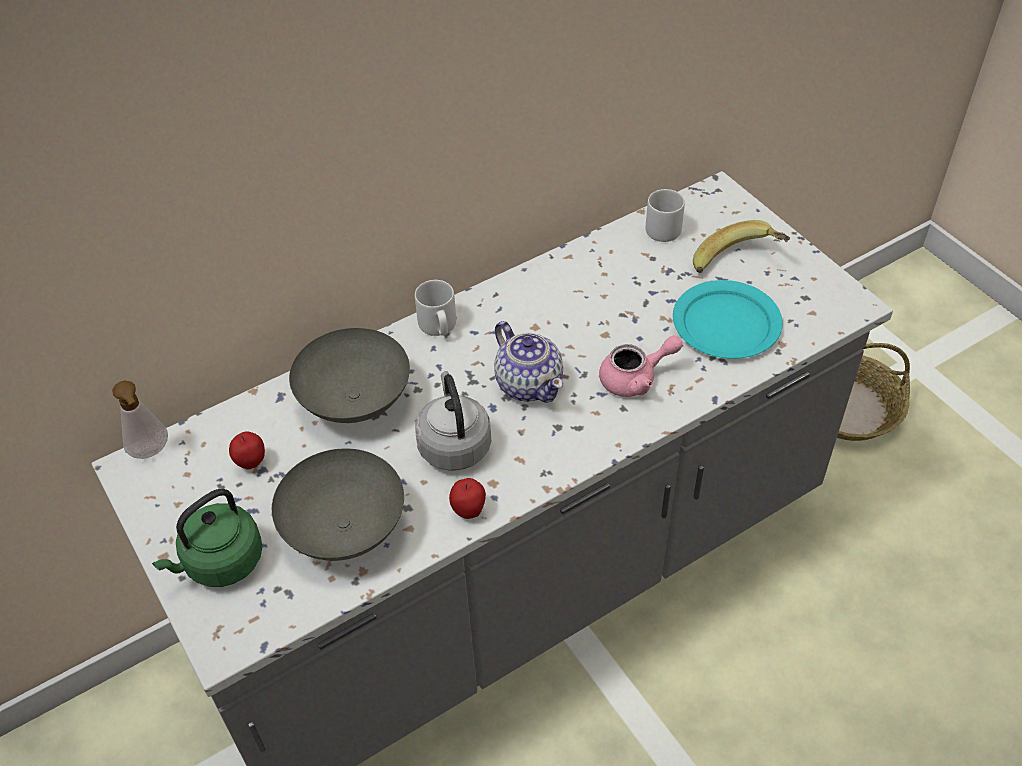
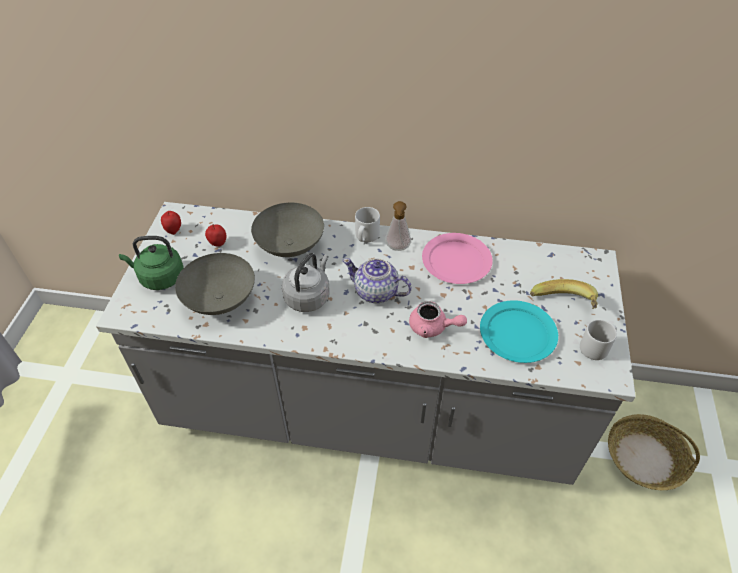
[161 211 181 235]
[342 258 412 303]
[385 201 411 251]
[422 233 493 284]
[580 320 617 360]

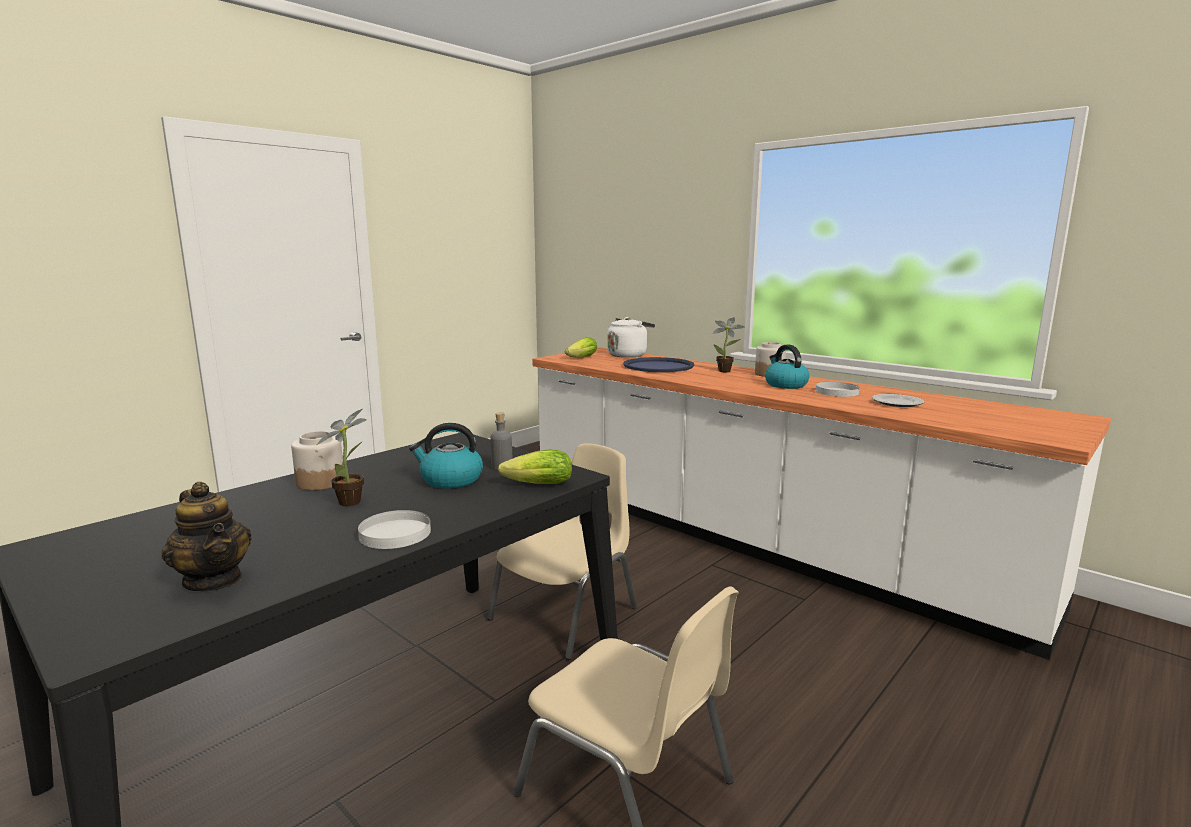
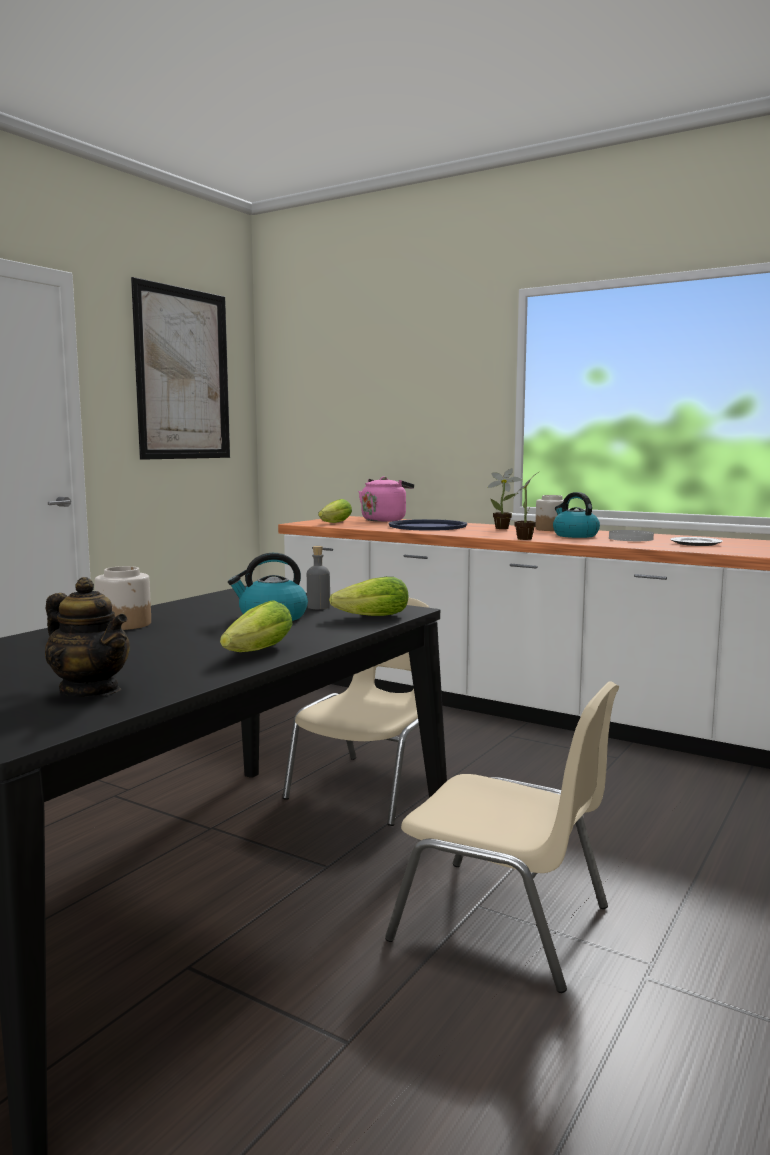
[131 277 230 460]
[220 600 293 652]
[358 477 414 522]
[513 471 540 540]

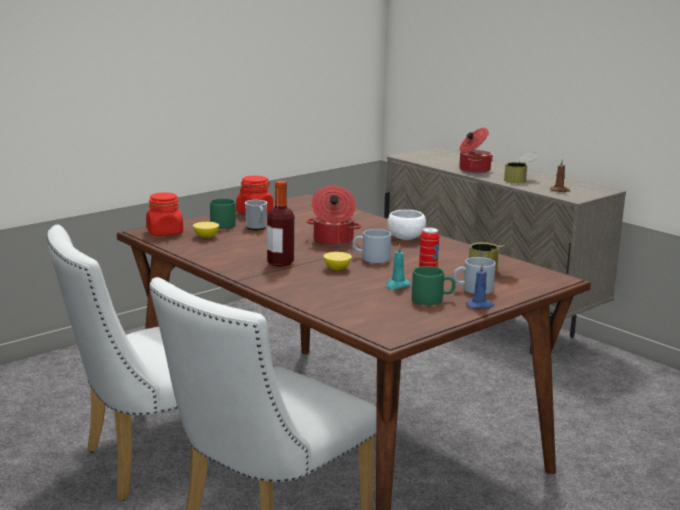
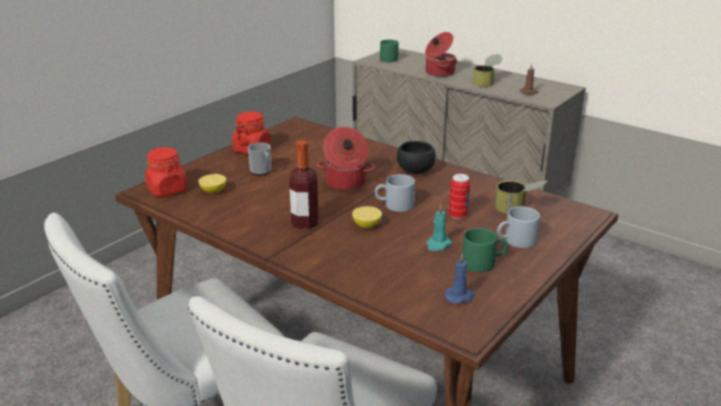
[380 40 399 62]
[397 141 436 174]
[444 253 475 304]

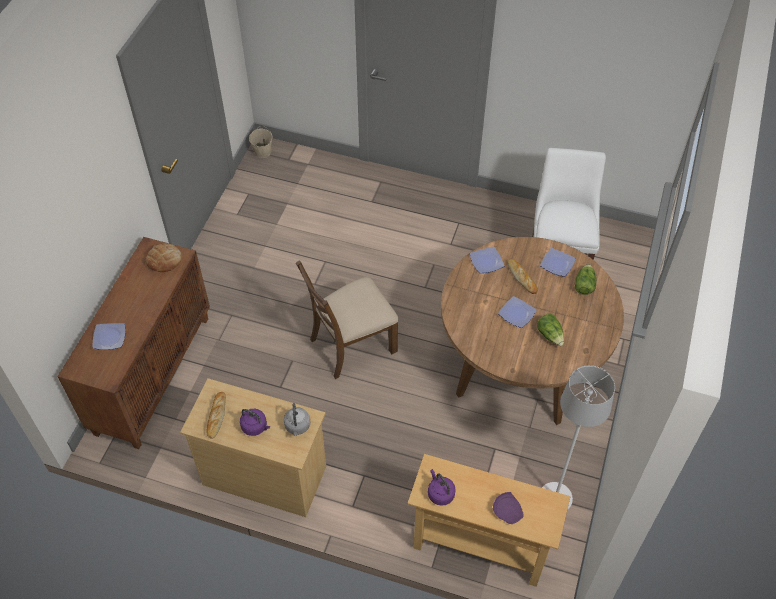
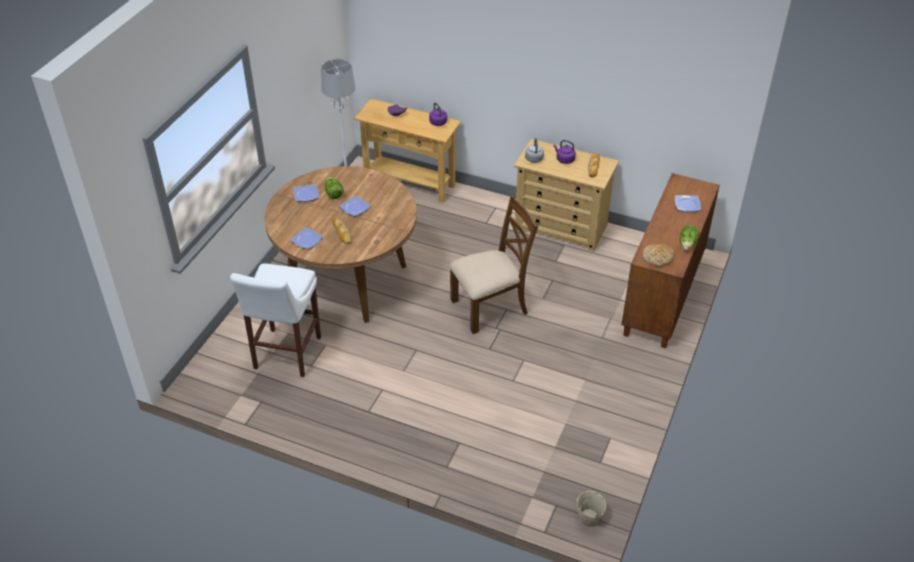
[293 184 319 202]
[680 225 700 250]

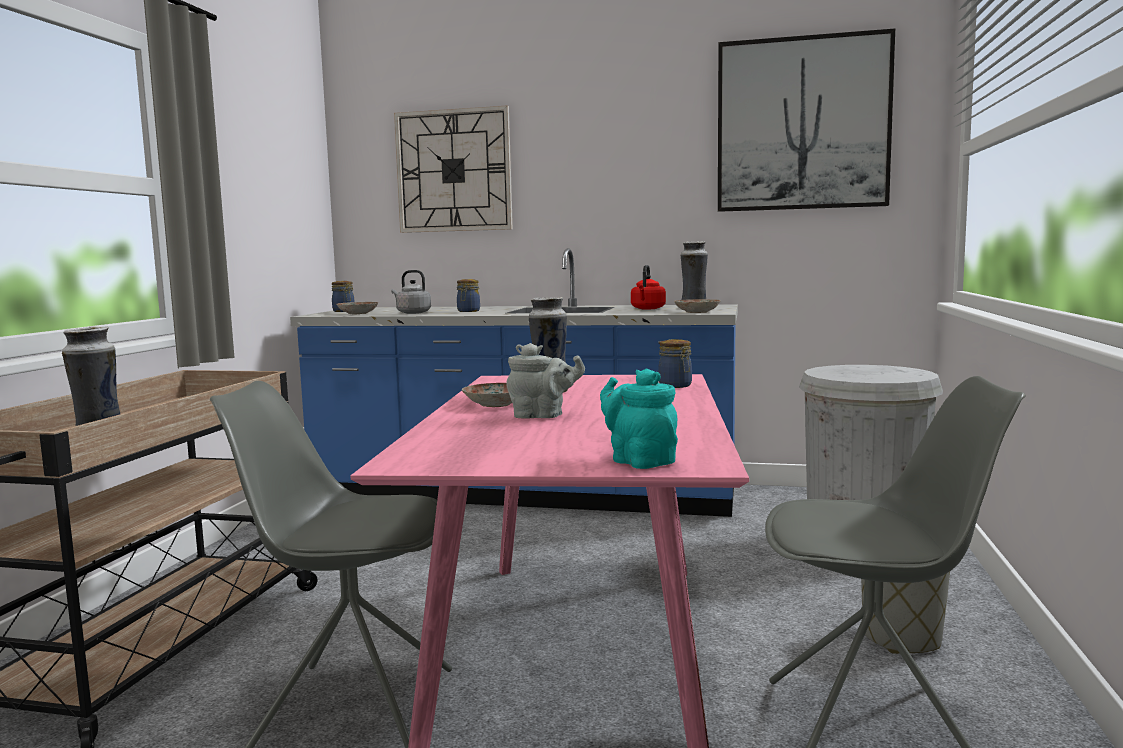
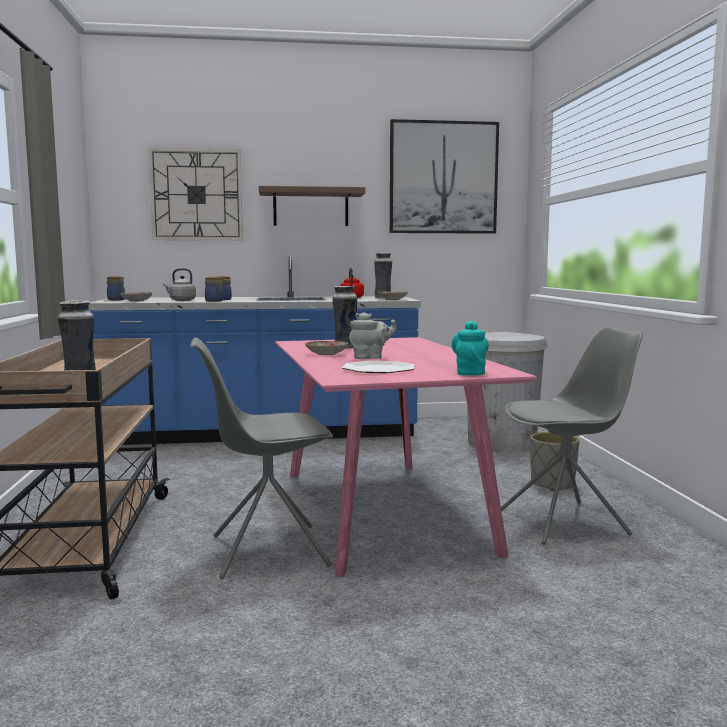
[205 277 223 302]
[259 186 366 226]
[342 361 415 373]
[452 321 489 375]

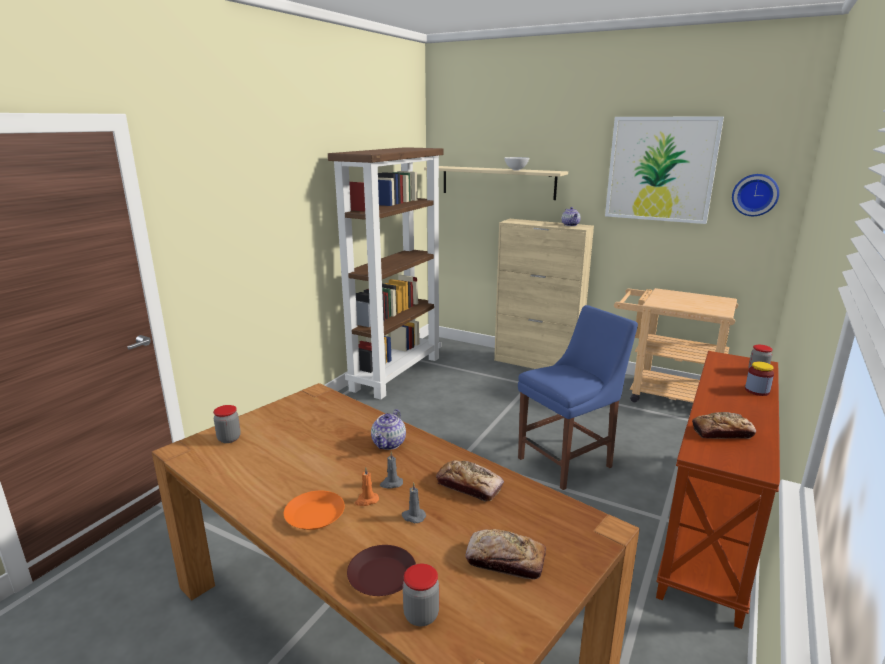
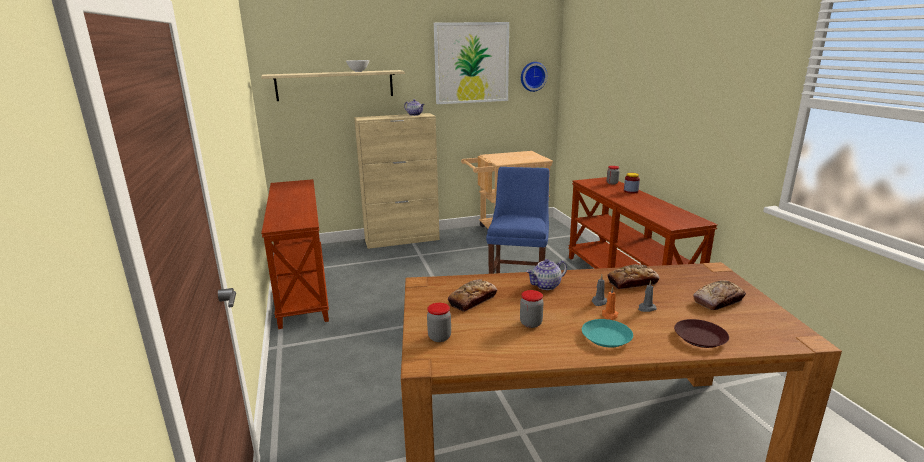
[261 179 329 329]
[448 279 497 312]
[520 290 544 328]
[526 259 567 290]
[582 319 633 348]

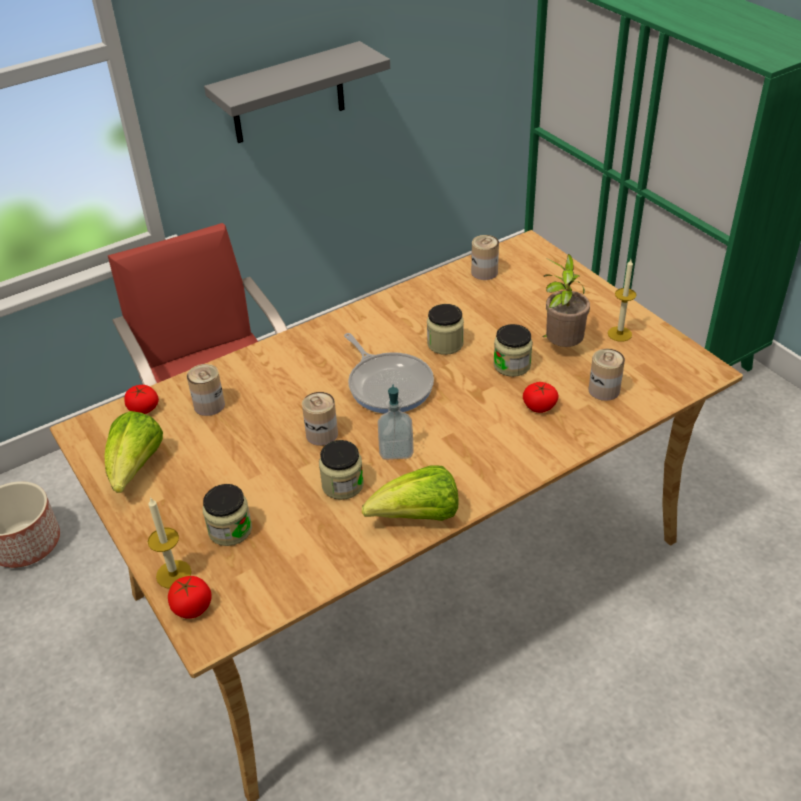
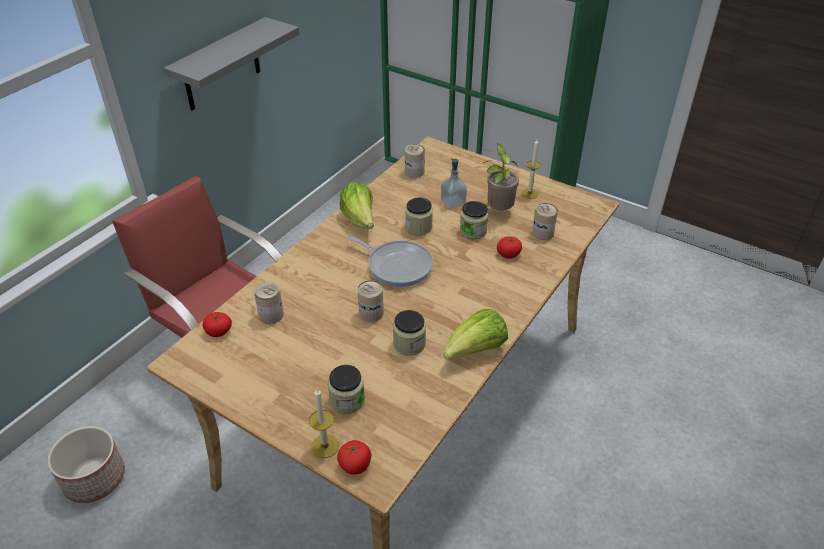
[340 182 374 229]
[441 158 467 209]

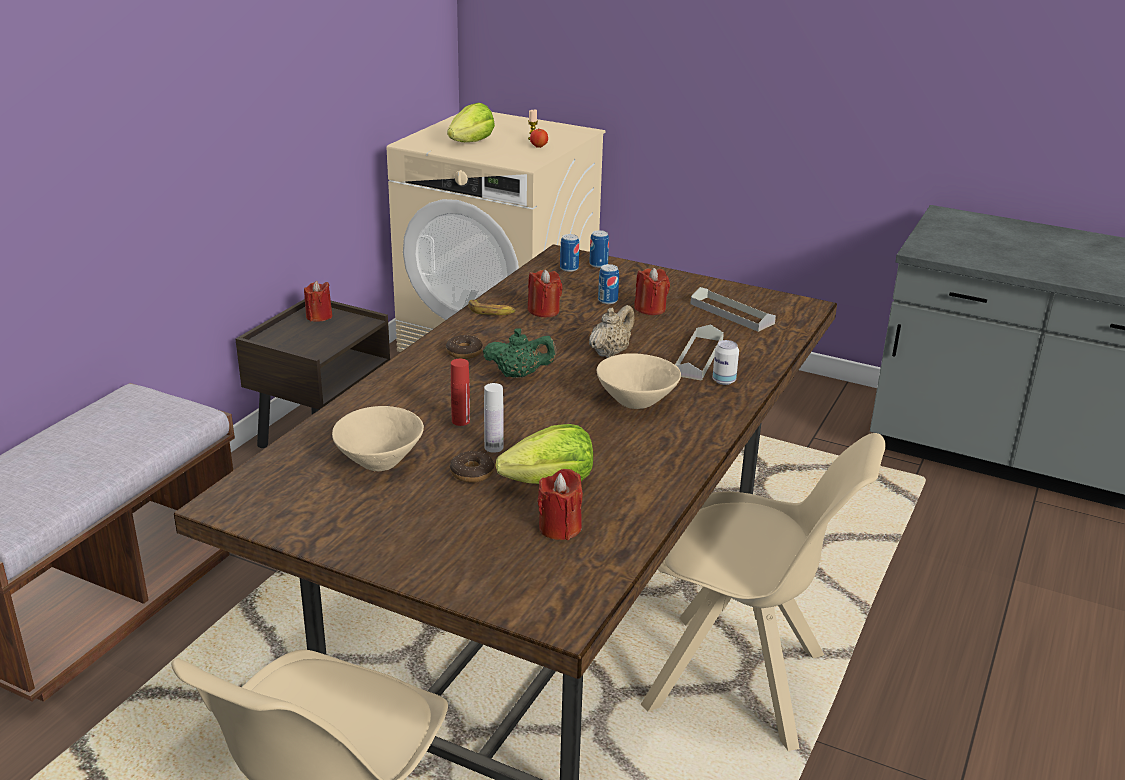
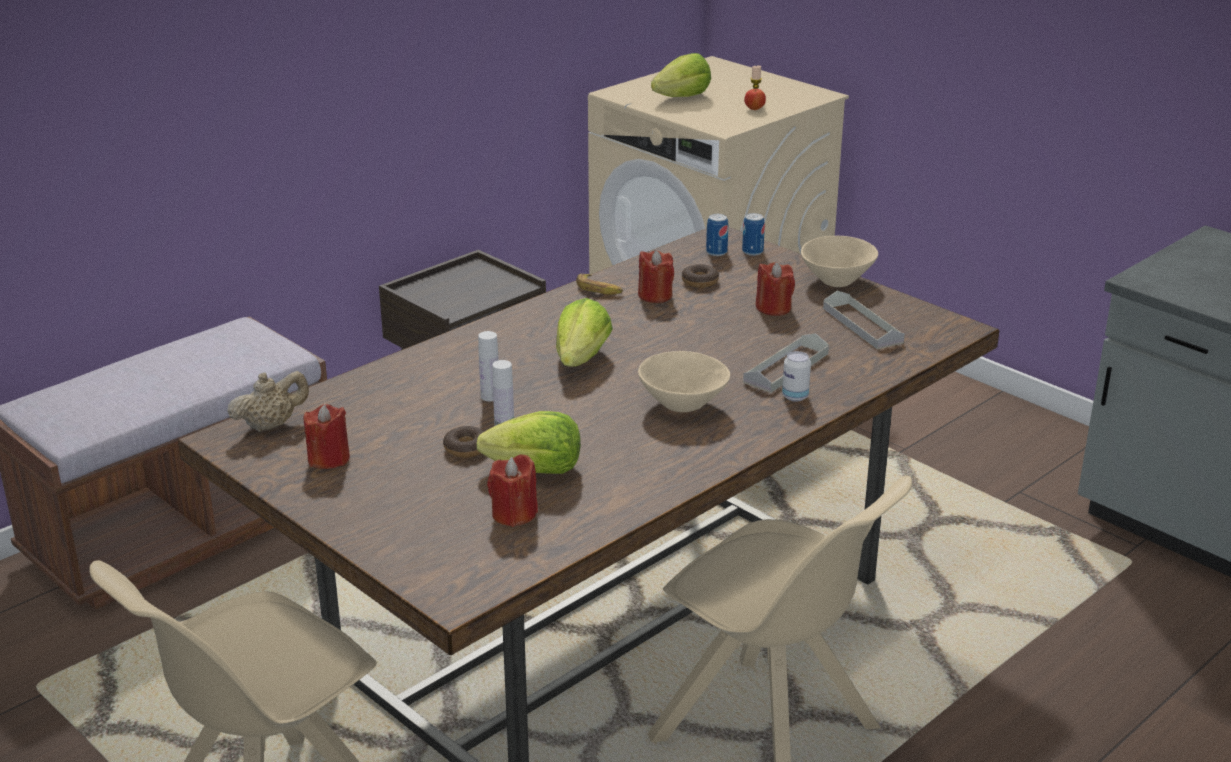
[227 371 309 432]
[304 404 350 469]
[478 331 498 401]
[556 298 613 367]
[682 264 719 288]
[801 236 878 287]
[598 264 619 304] (first image)

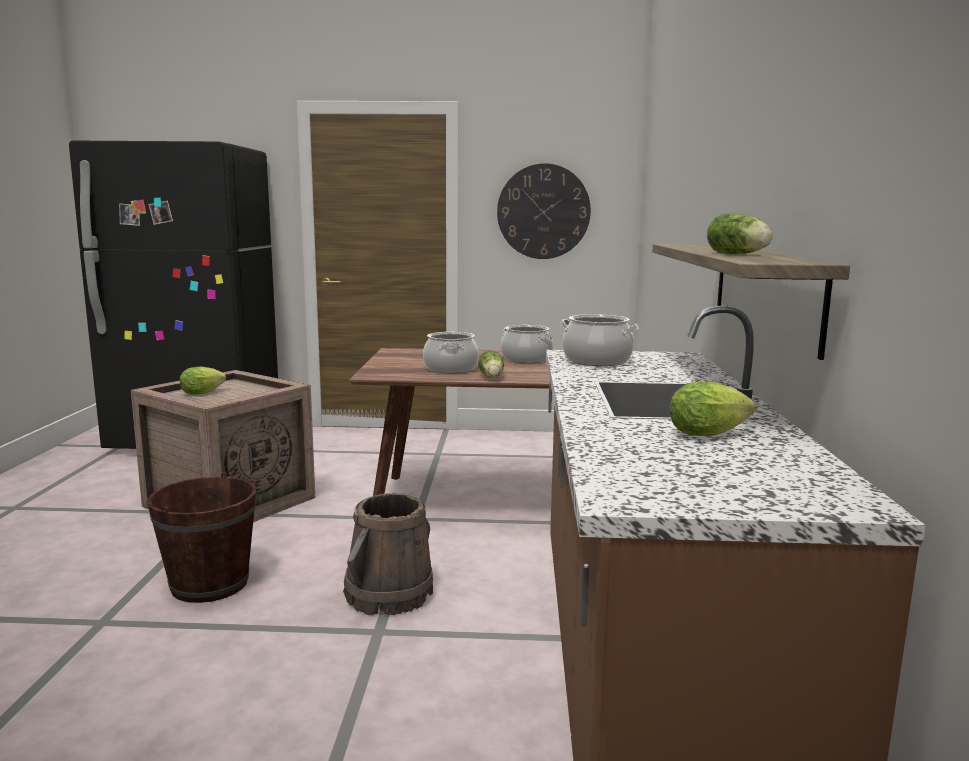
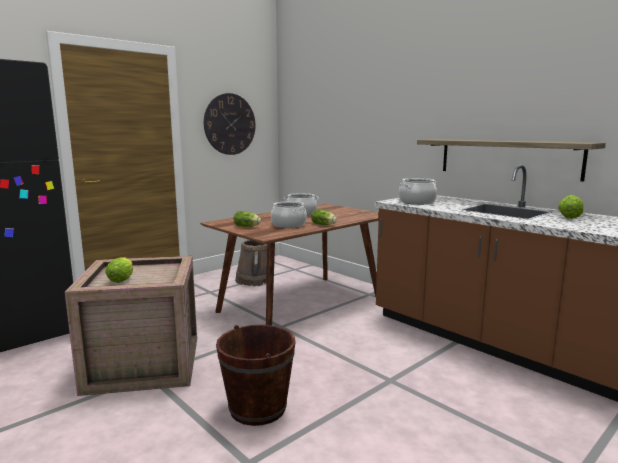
[234 211 261 227]
[235 240 267 286]

